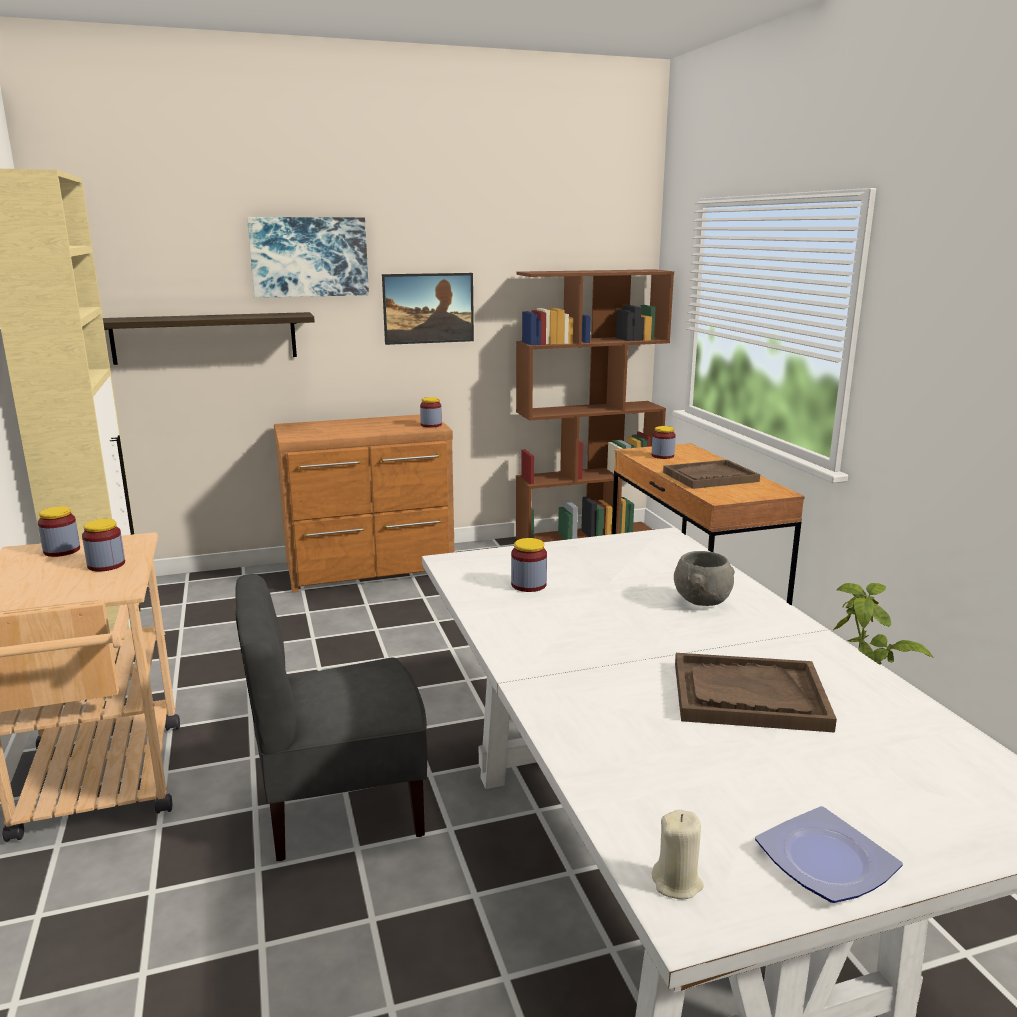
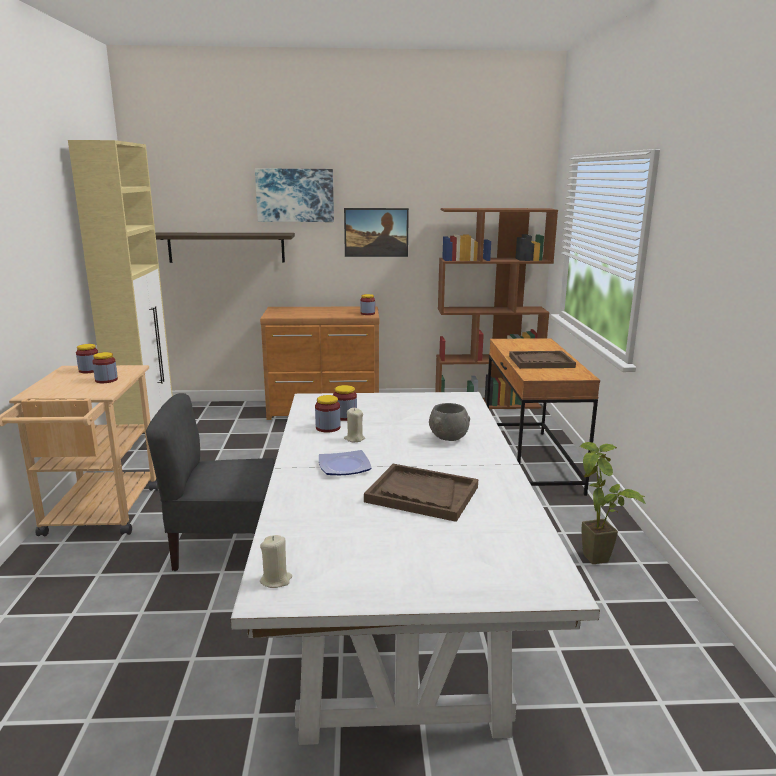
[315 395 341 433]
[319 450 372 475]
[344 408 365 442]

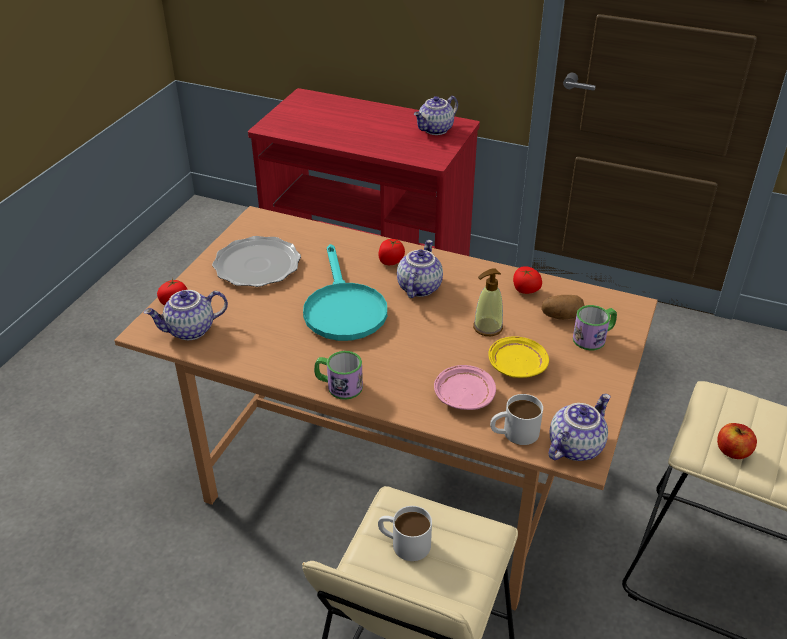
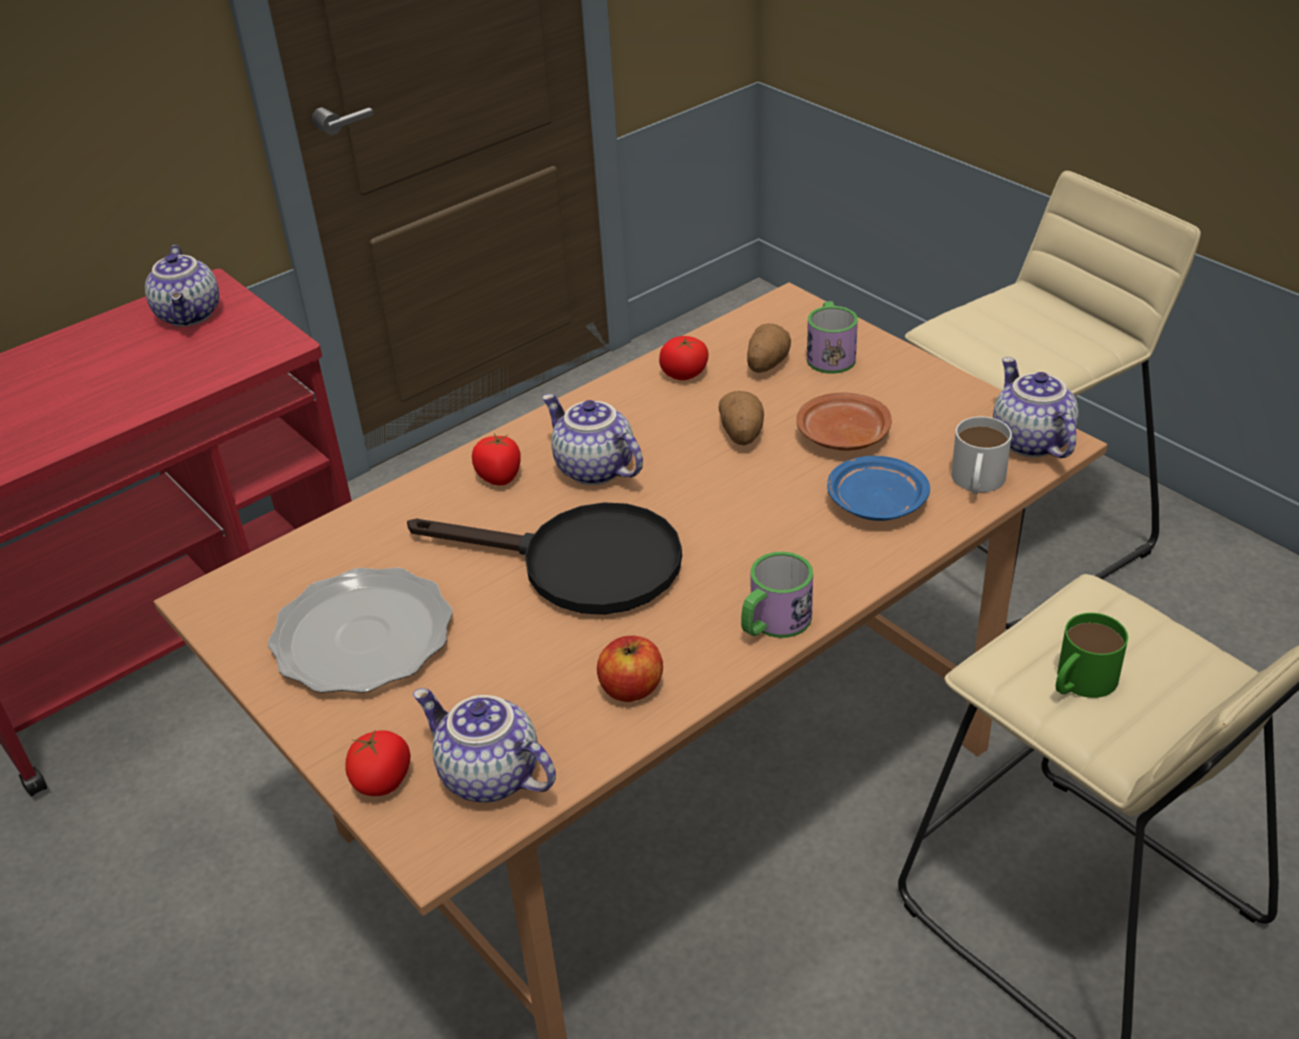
[407 502 682 615]
[413 688 556 803]
[597 636 663 702]
[719 391 764 445]
[796 392 892 450]
[827 456 930 521]
[1056 613 1128 698]

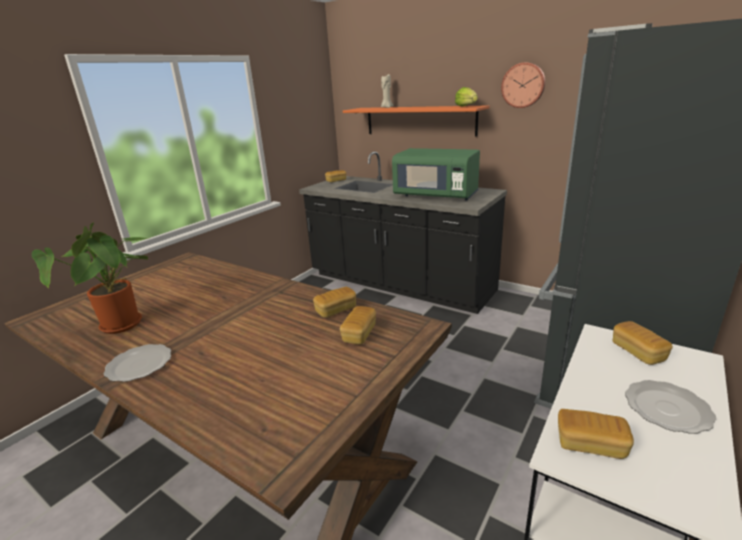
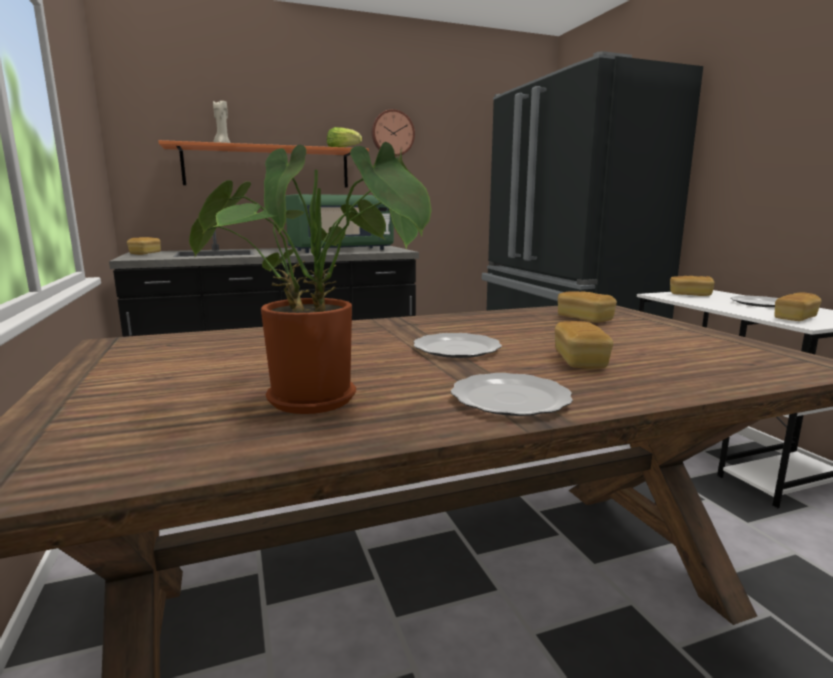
[414 333 502 358]
[555 321 613 368]

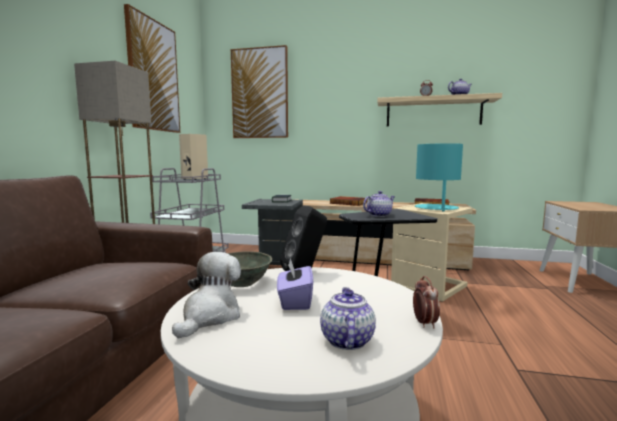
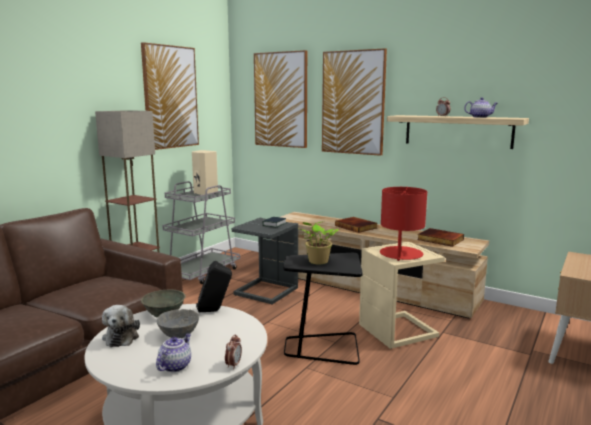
[102 305 140 347]
[157 309 199 338]
[300 222 339 265]
[322 48 387 156]
[380 187 427 261]

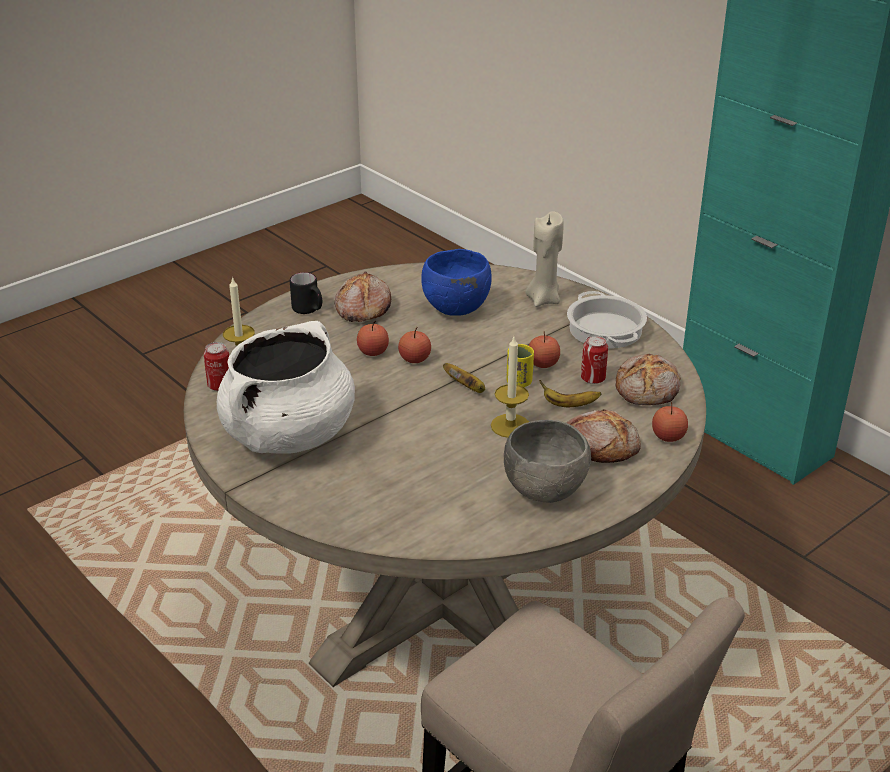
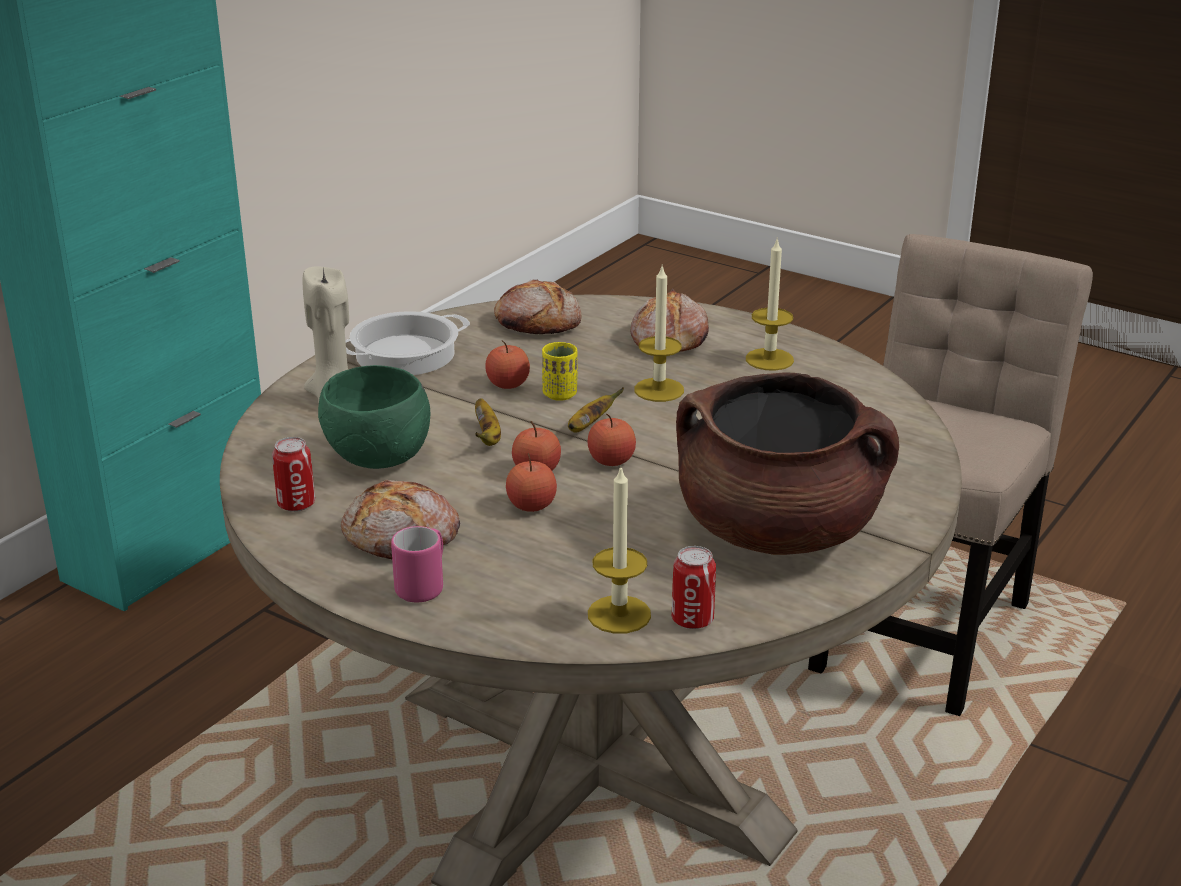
[272 437 315 512]
[318 365 430 469]
[391 526 443 603]
[475 398 501 446]
[587 414 636 466]
[676 372 899 555]
[746 238 794 371]

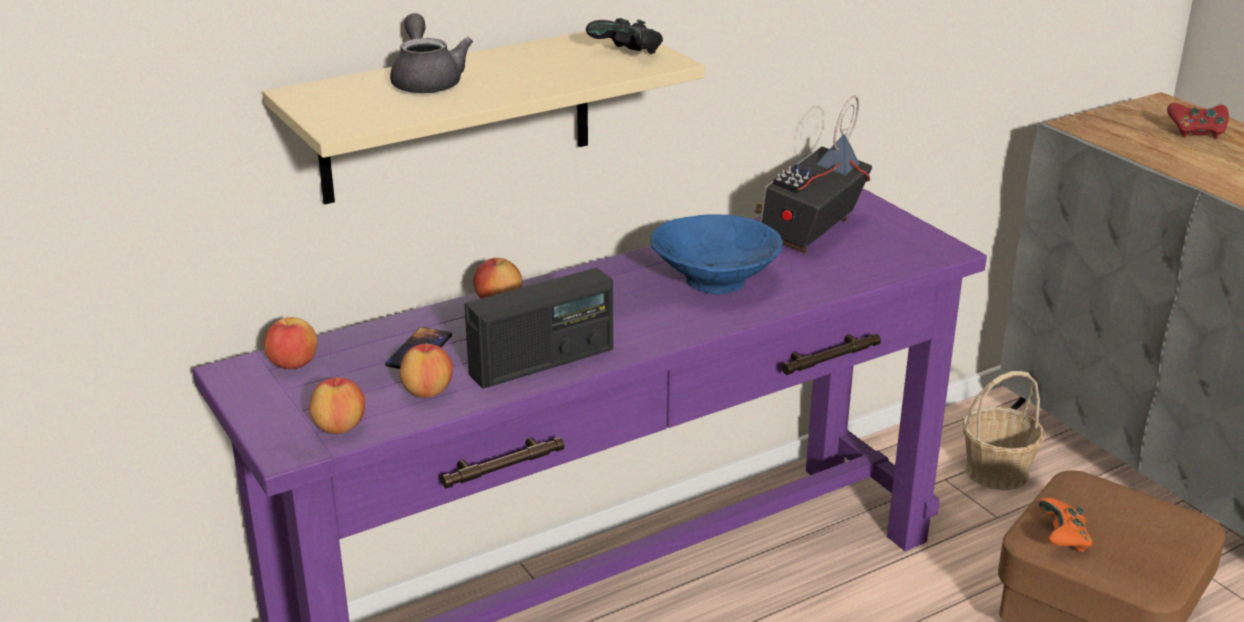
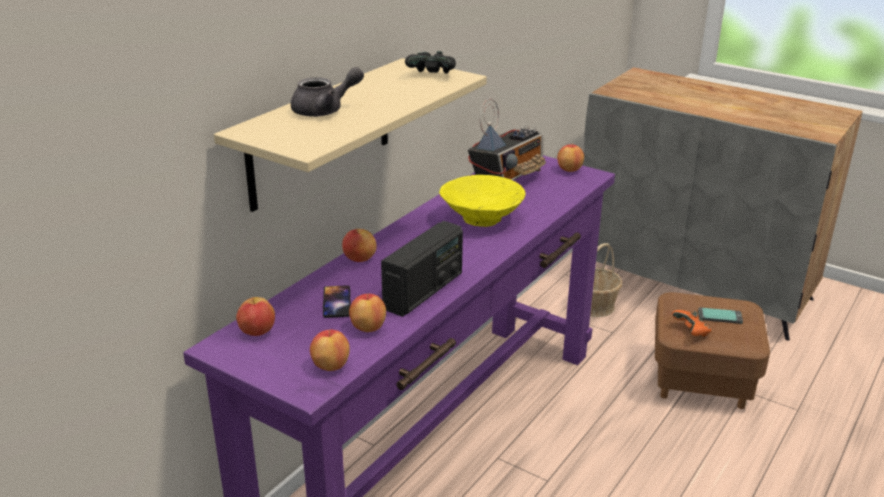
[291 67 364 117]
[439 175 525 227]
[468 98 546 180]
[557 143 584 172]
[698 307 743 324]
[1167 103 1229 139] (first image)

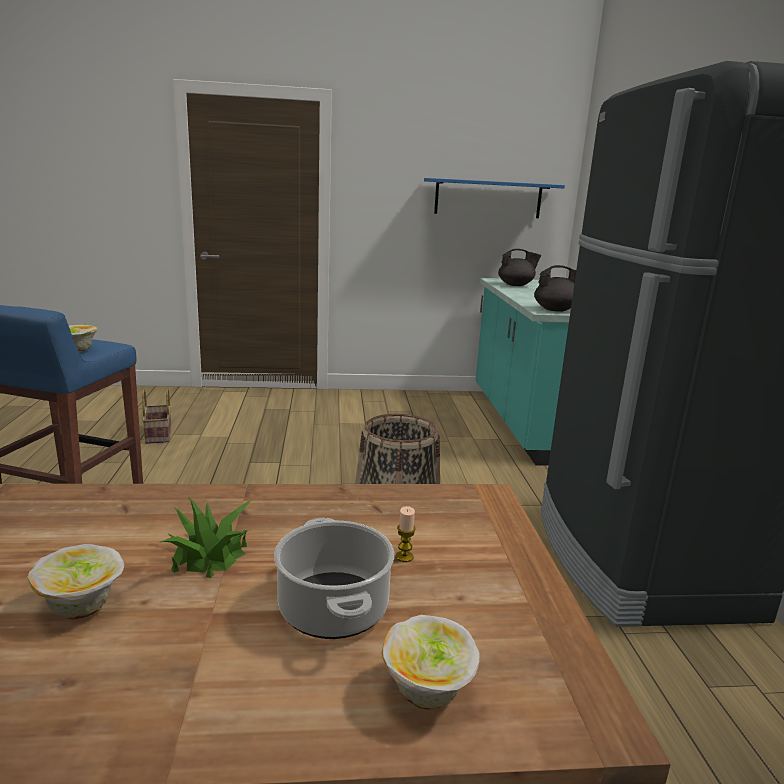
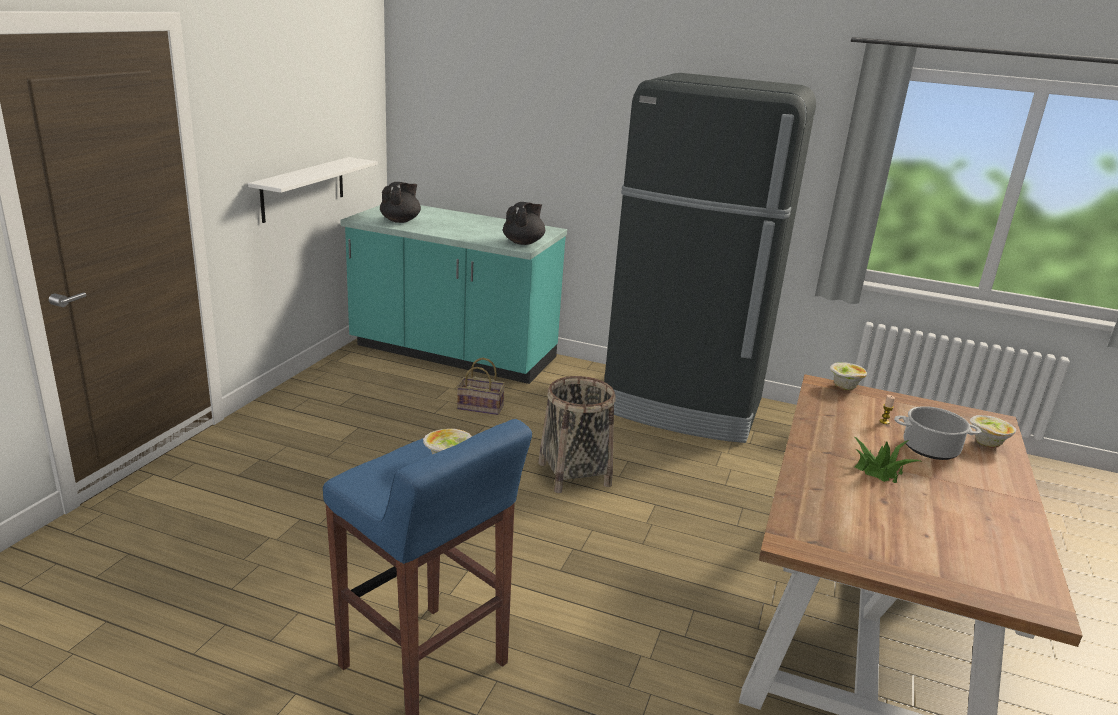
[248 157 378 223]
[457 358 505 415]
[830 362 867 390]
[424 178 565 218] (first image)

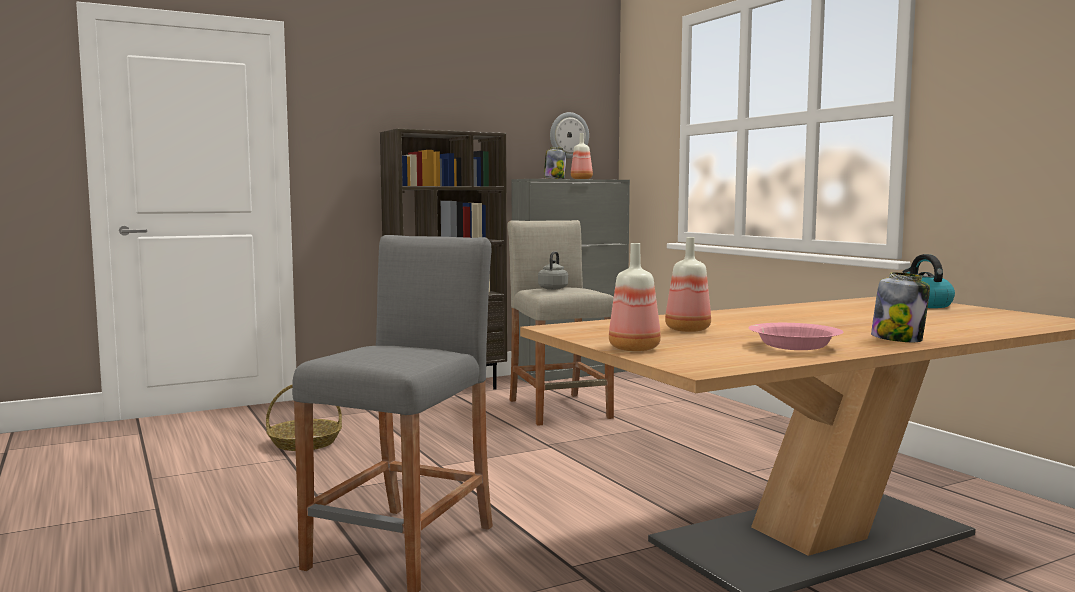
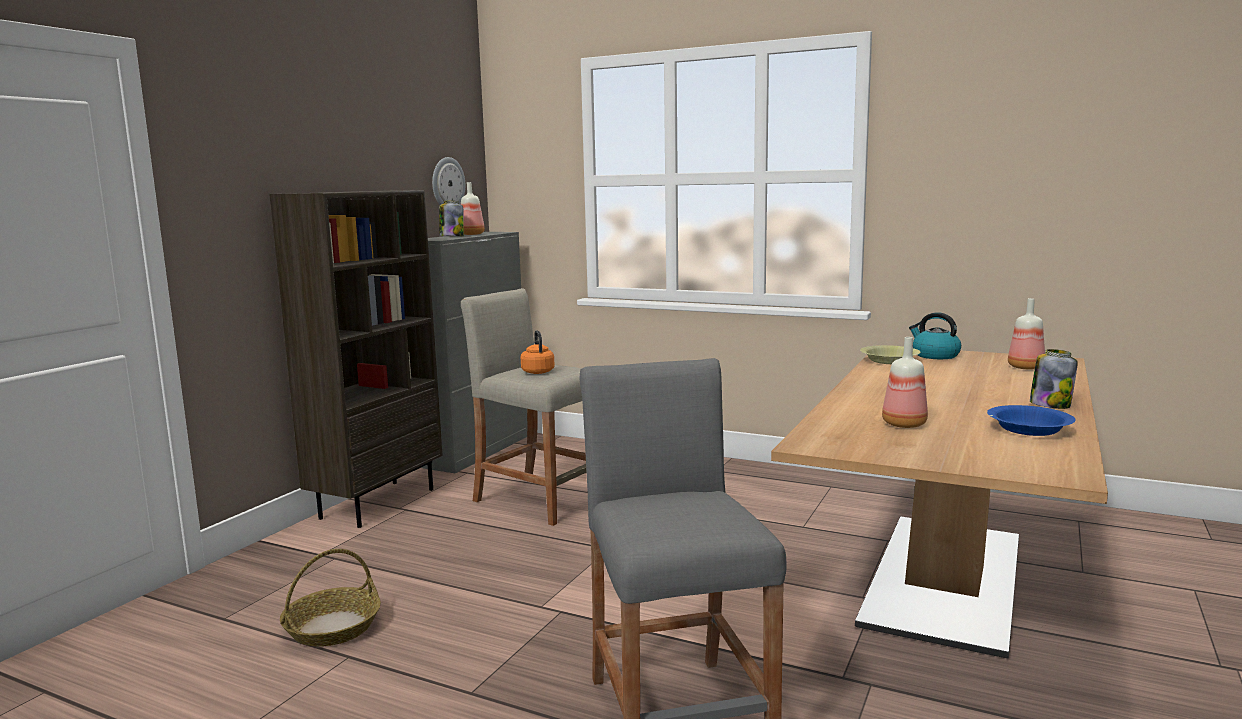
[521 330 555 374]
[860 345 920 364]
[987 405 1076 436]
[1008 298 1045 369]

